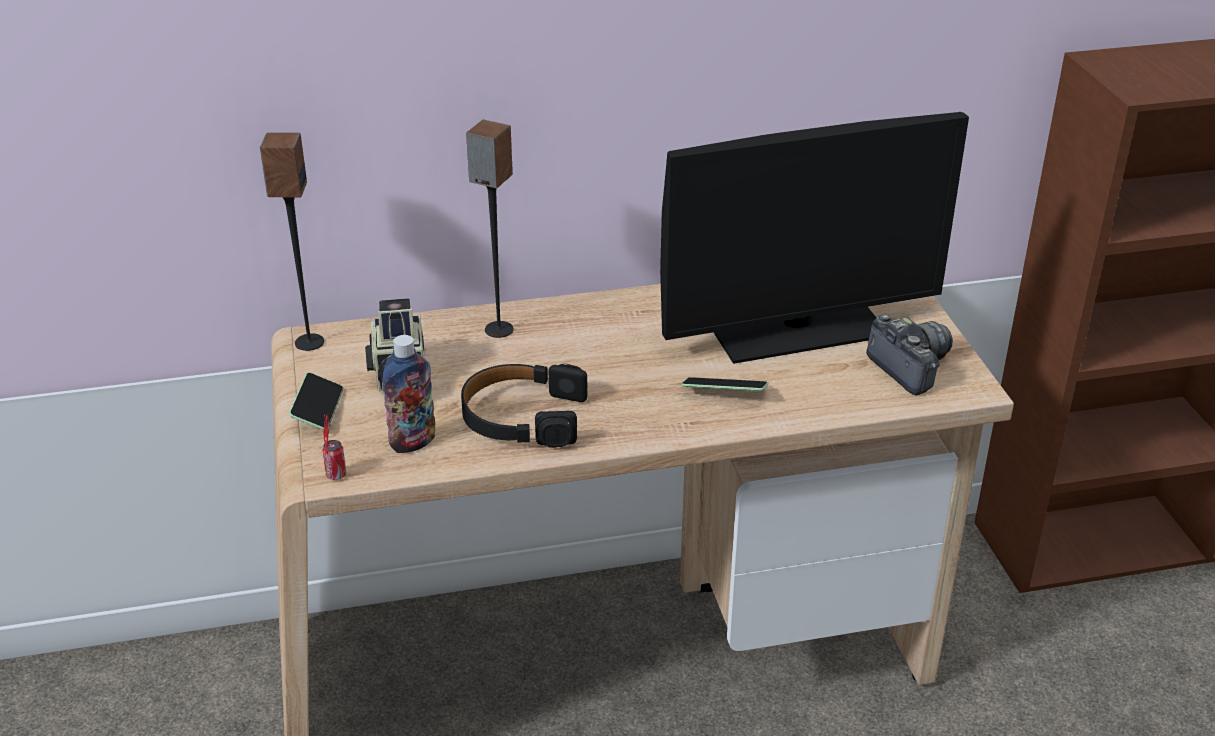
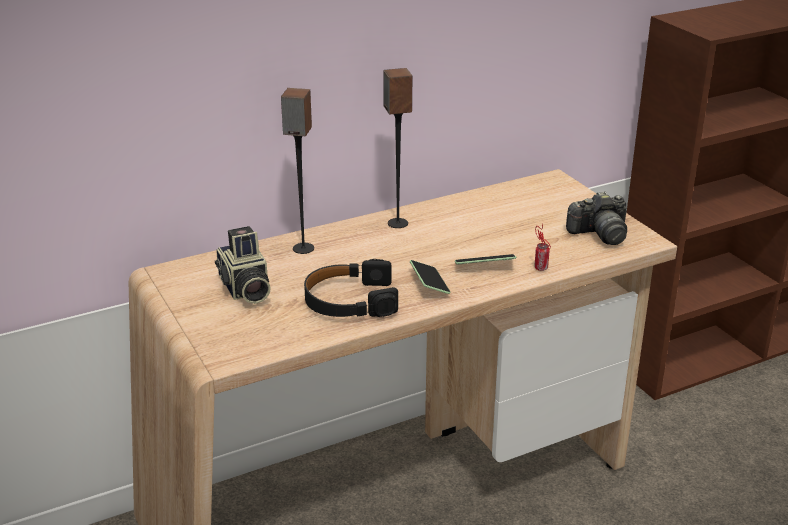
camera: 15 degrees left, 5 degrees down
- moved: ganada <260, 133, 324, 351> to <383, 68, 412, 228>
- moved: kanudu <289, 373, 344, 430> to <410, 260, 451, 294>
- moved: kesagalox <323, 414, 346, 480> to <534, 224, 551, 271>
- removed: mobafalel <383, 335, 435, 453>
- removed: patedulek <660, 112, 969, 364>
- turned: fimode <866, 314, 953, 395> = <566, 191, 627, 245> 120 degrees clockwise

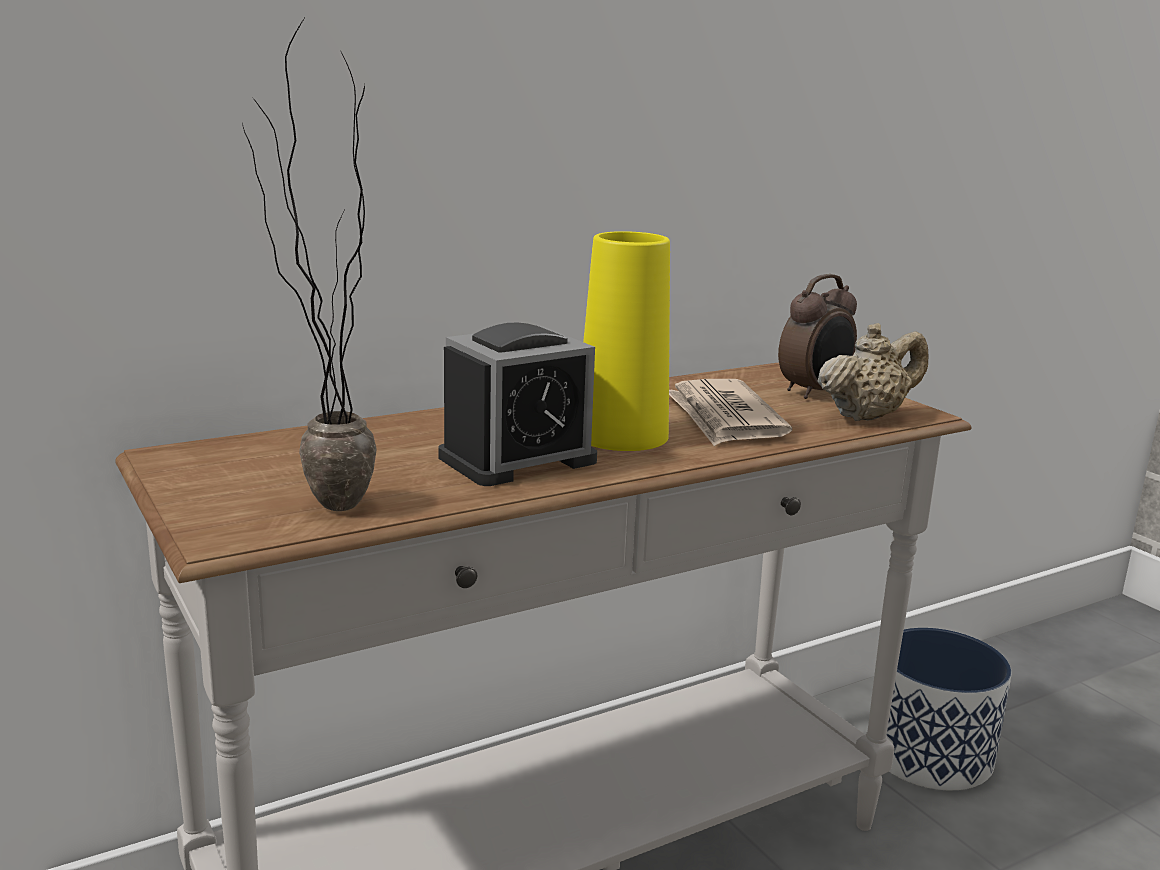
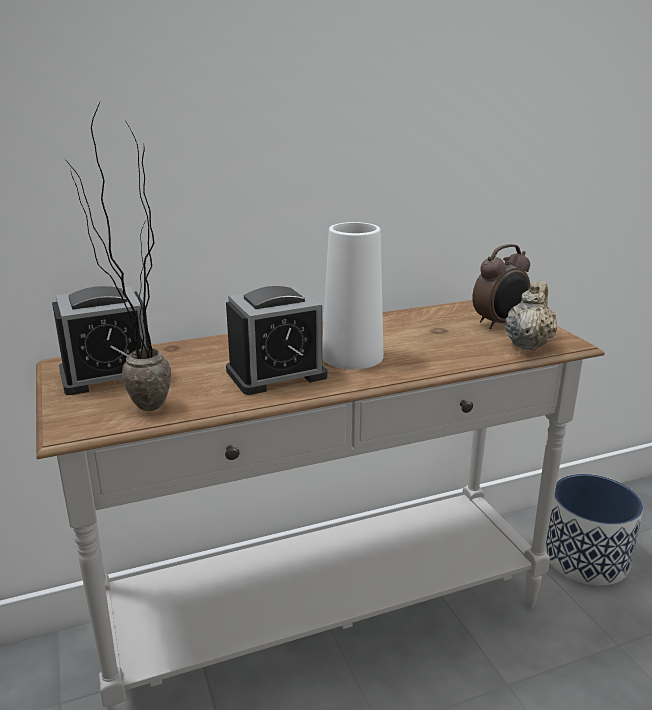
camera: 10 degrees right, 5 degrees up
- recoloured: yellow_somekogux <583, 231, 670, 451> to white_somekogux <322, 222, 383, 369>
- removed: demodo <669, 379, 792, 446>
- turned: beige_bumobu <817, 323, 928, 421> = <505, 281, 557, 351> 45 degrees counterclockwise
- added: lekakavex <52, 286, 150, 395>

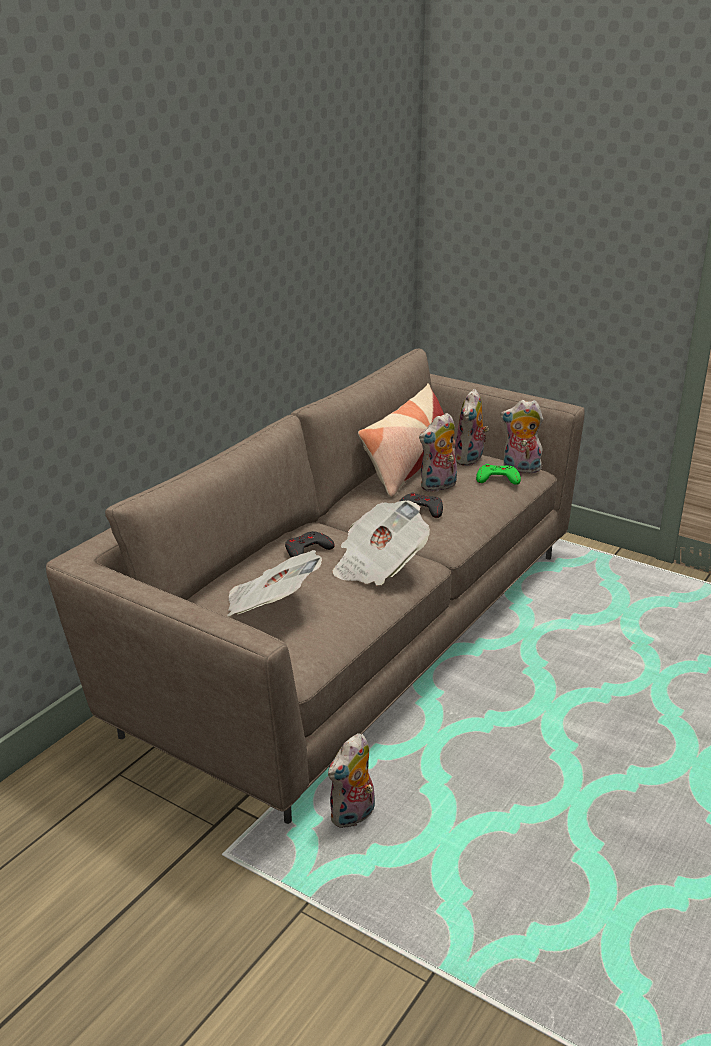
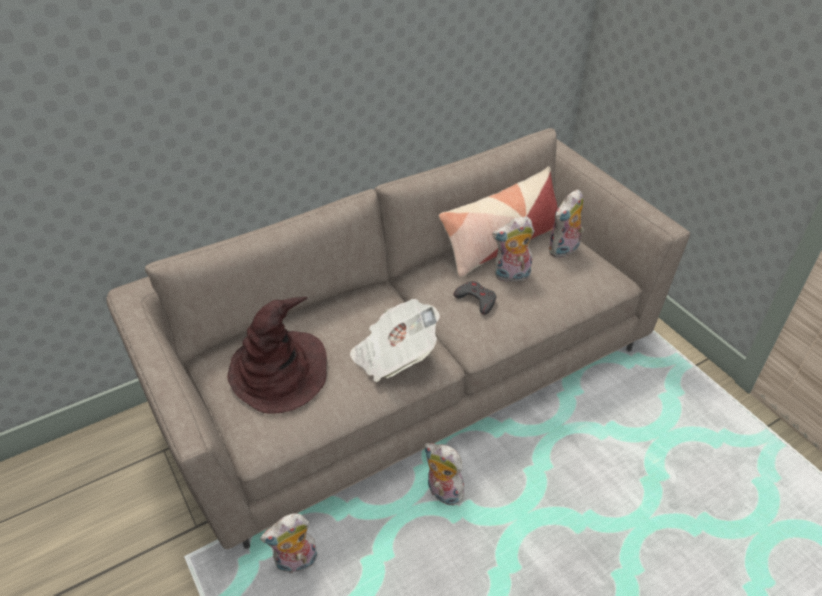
camera: 25 degrees right, 15 degrees up
- replaced: demodo <227, 550, 322, 617> to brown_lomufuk <227, 297, 327, 414>
- removed: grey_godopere <285, 531, 335, 557>
- removed: green_godopere <476, 464, 521, 485>
- moved: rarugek <500, 400, 543, 473> to <424, 443, 464, 505>

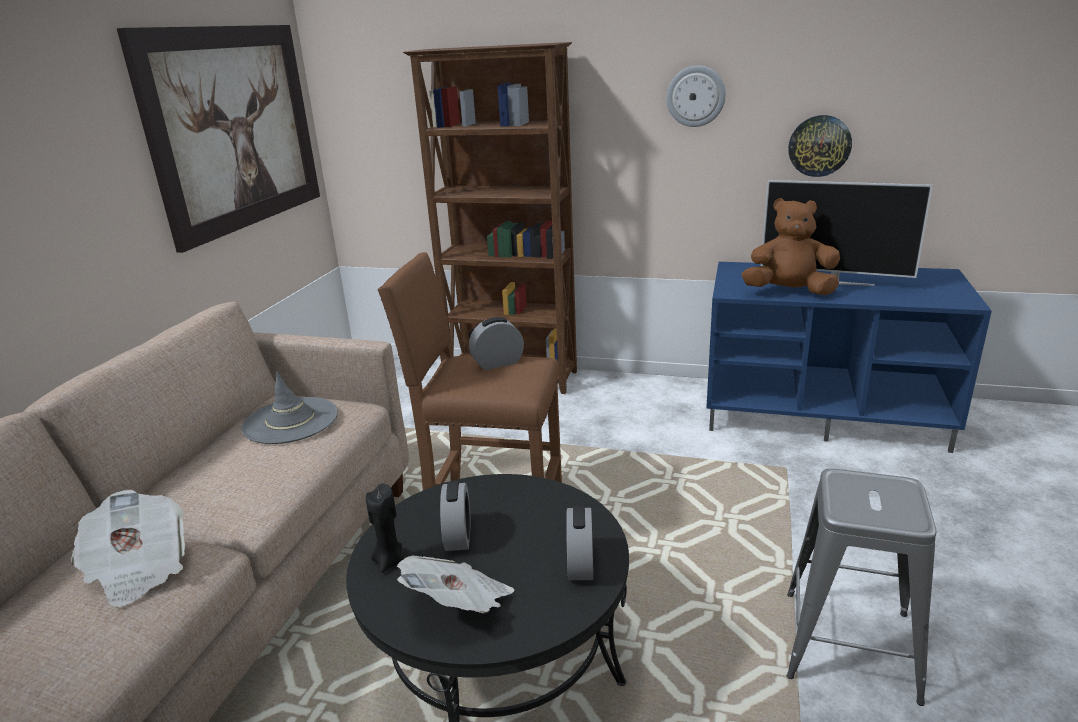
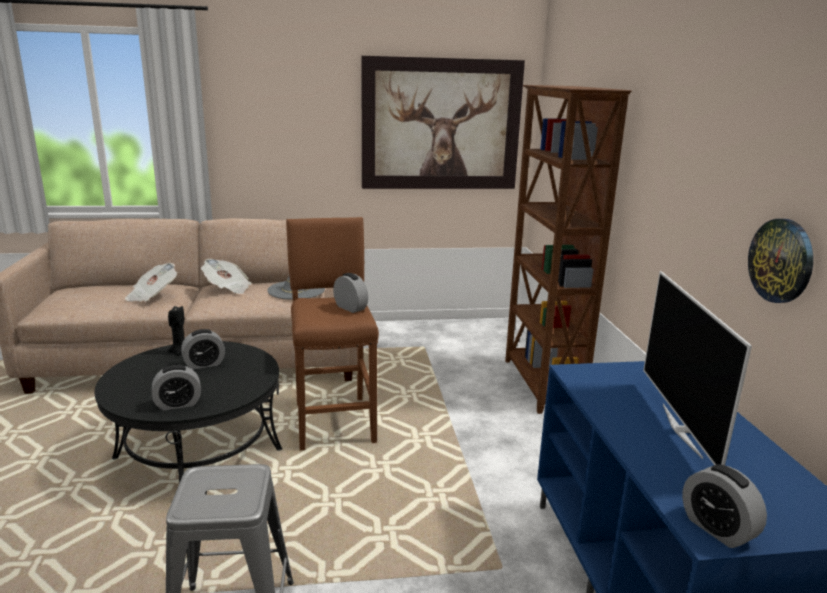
camera: 65 degrees right, 5 degrees down
- moved: demodo <397, 556, 515, 613> to <201, 259, 252, 294>
- removed: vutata <666, 66, 726, 127>
- removed: brown_rarugek <742, 198, 840, 295>
- added: lekakavex <682, 464, 767, 548>

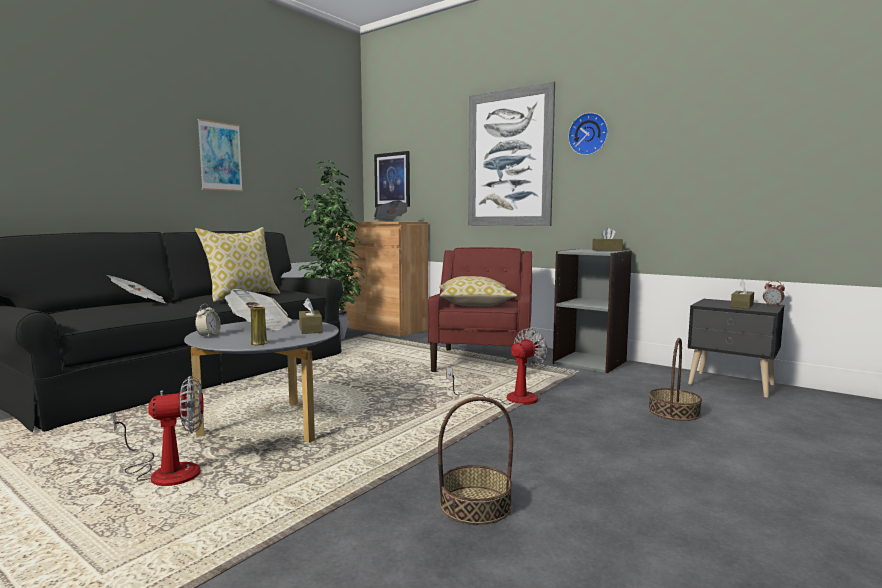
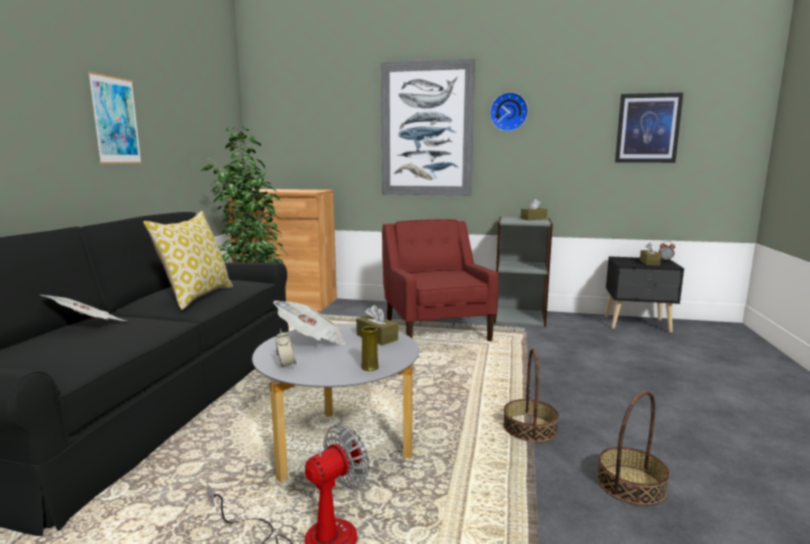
camera: 25 degrees left, 5 degrees up
- moved: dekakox <374, 151, 410, 207> to <615, 93, 683, 163>
- removed: demodo <374, 200, 408, 221>
- removed: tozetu <439, 276, 517, 306>
- removed: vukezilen <446, 328, 548, 405>
- moved: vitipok <648, 338, 702, 421> to <503, 348, 559, 443>

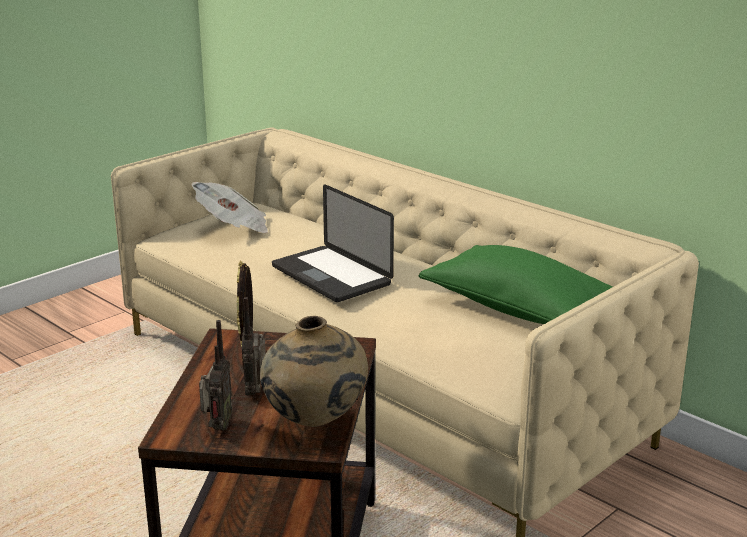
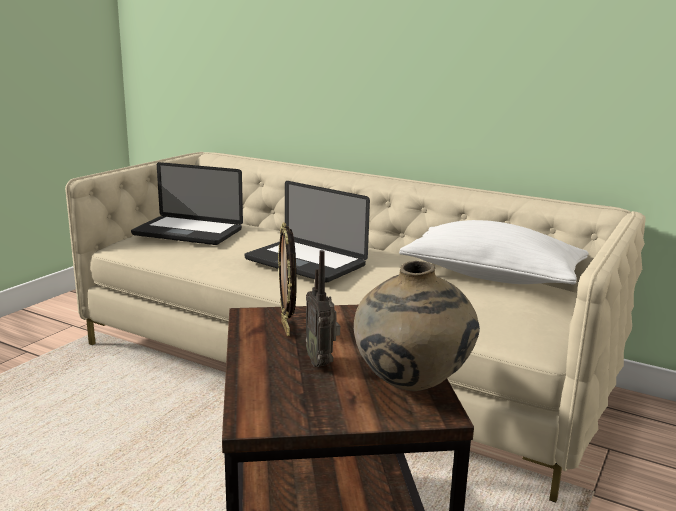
camera: 15 degrees left, 5 degrees down
- replaced: demodo <191, 182, 268, 233> to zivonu <131, 162, 243, 245>
- removed: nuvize <199, 320, 232, 431>
- recoloured: green_tozetu <419, 245, 613, 324> to white_tozetu <399, 220, 589, 285>

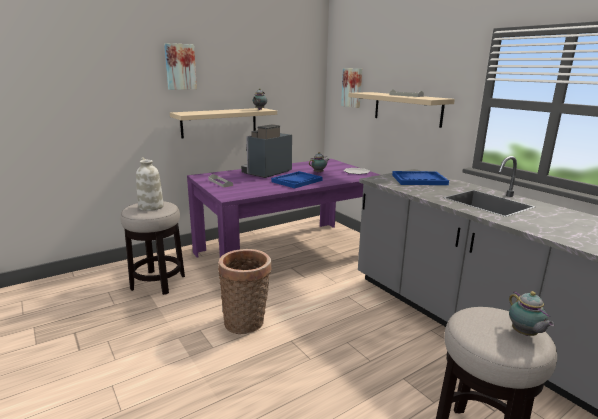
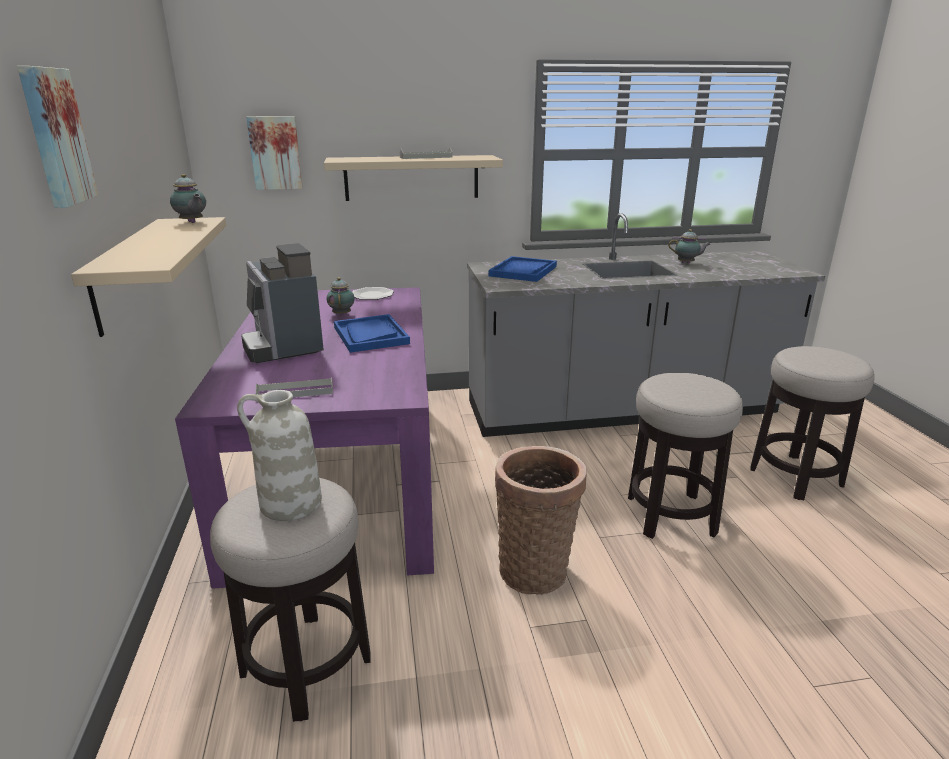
camera: 65 degrees left, 5 degrees up
- moved: bumobu <509, 291, 555, 336> to <668, 229, 710, 264>
- added: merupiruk <628, 373, 743, 539>

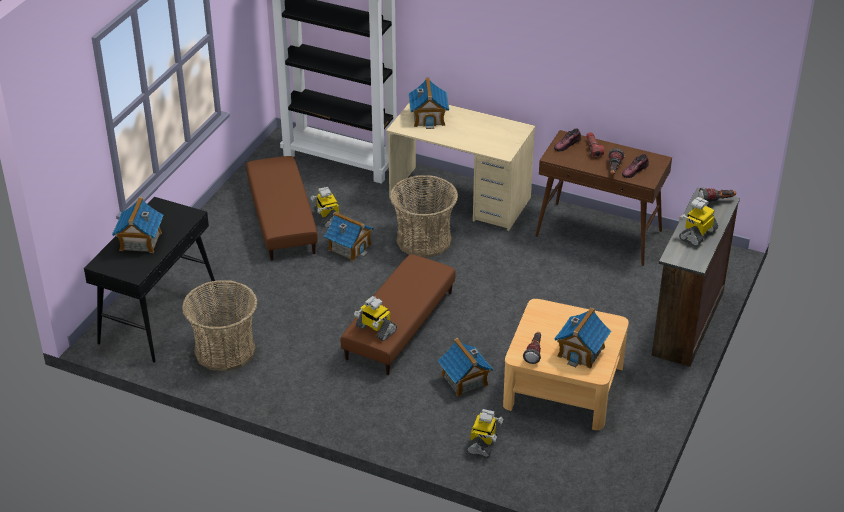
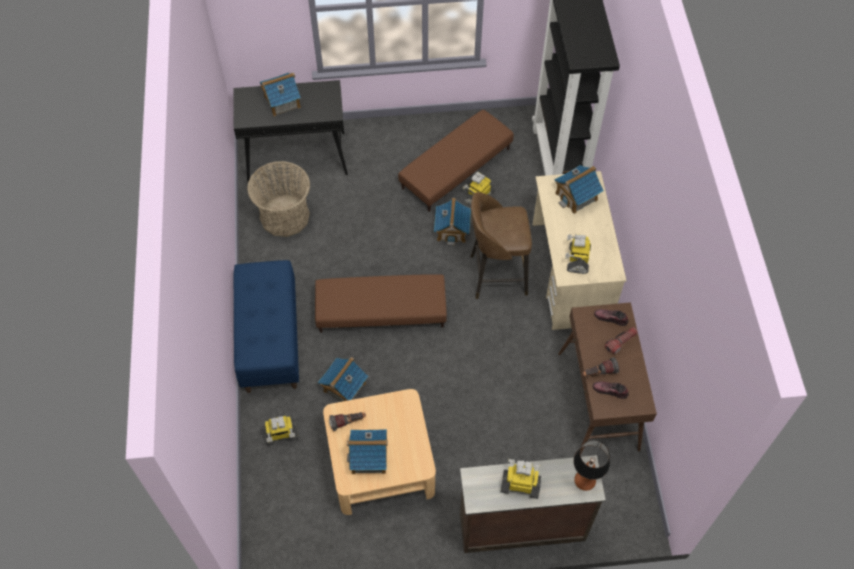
camera: 60 degrees right, 20 degrees up
- moved: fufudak <354, 296, 397, 341> to <565, 234, 591, 274>
- replaced: vitipok <390, 175, 458, 258> to brown_merupiruk <470, 192, 532, 299>
- replaced: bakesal <699, 188, 736, 202> to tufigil <573, 440, 610, 491>
- added: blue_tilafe <234, 260, 299, 393>

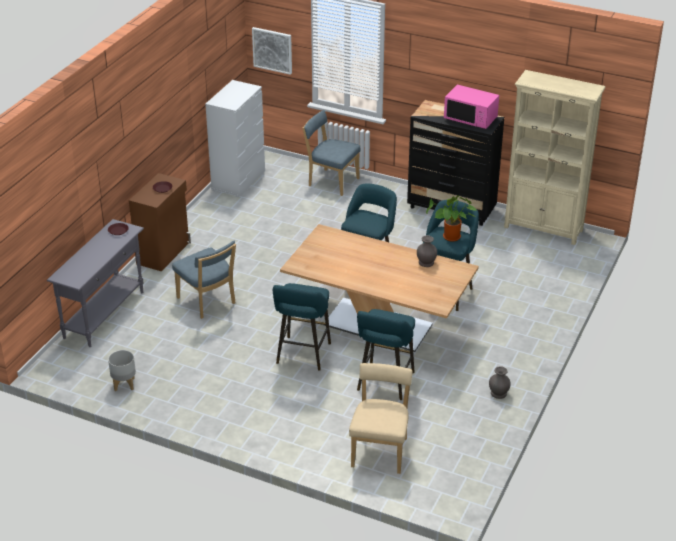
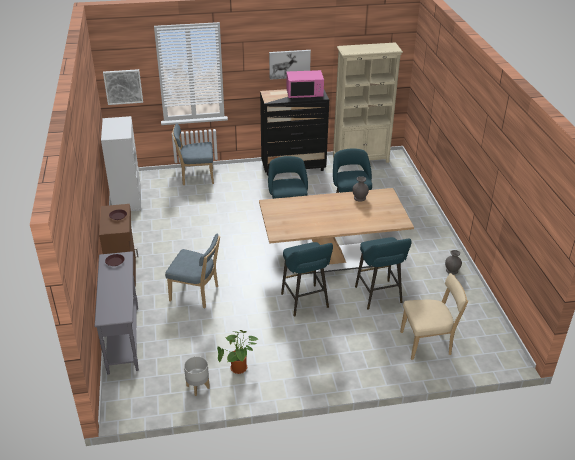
camera: 35 degrees left, 0 degrees up
- turned: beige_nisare <349, 363, 413, 474> = <400, 273, 468, 360> 105 degrees clockwise
- moved: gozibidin <426, 195, 477, 242> to <217, 330, 258, 374>
- added: dekakox <269, 50, 311, 80>

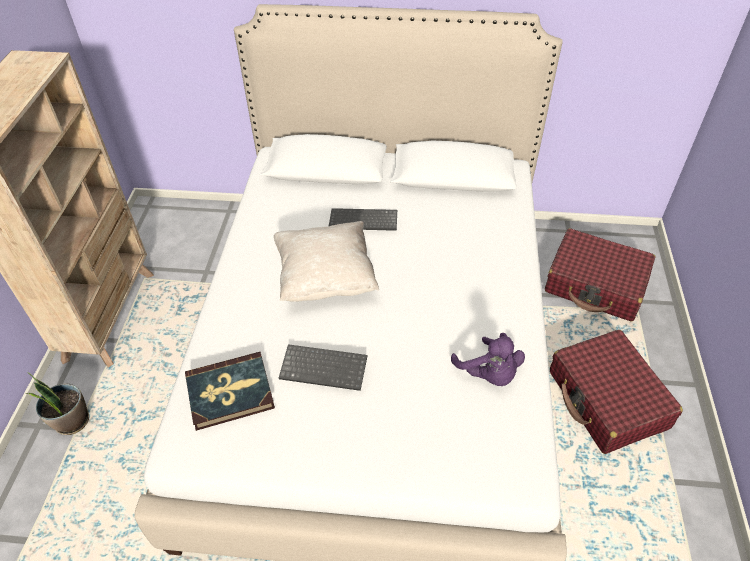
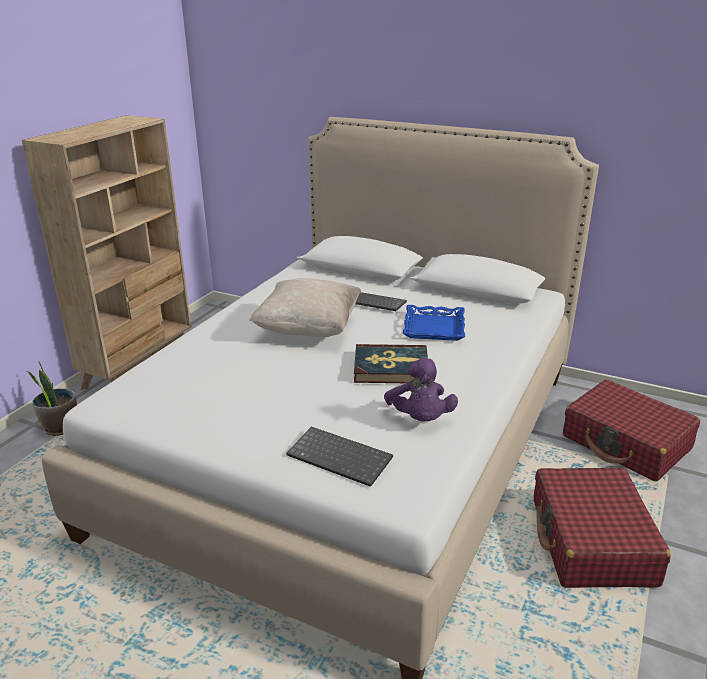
camera: 20 degrees right, 20 degrees down
- moved: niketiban <185, 352, 275, 431> to <354, 344, 428, 383>
- moved: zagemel <279, 344, 367, 391> to <286, 427, 393, 487>
- added: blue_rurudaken <403, 305, 465, 341>

